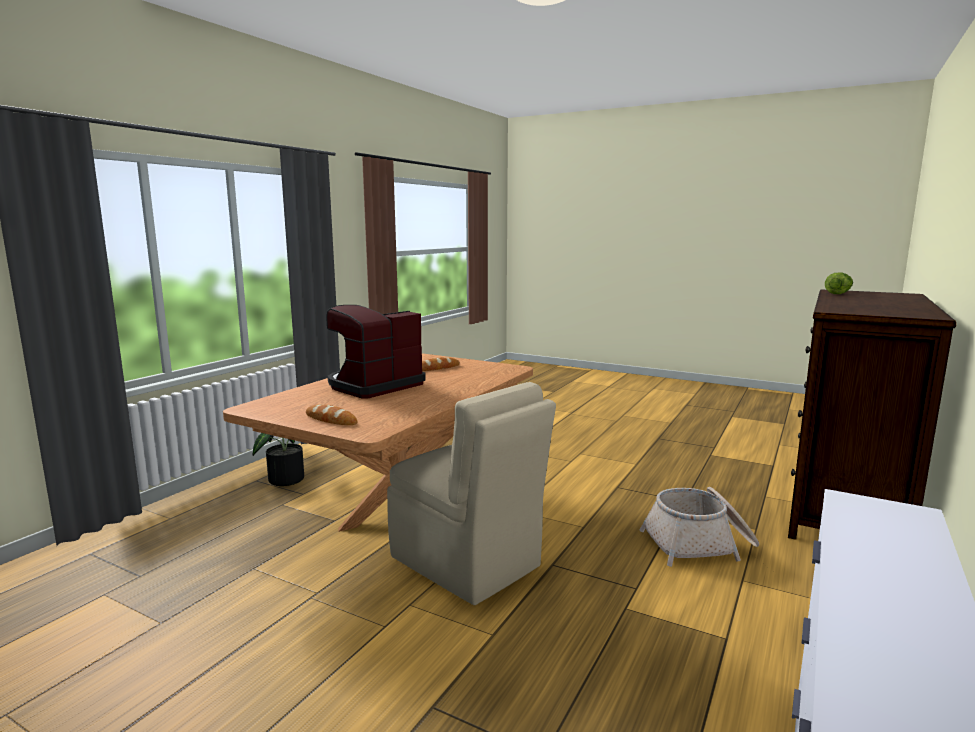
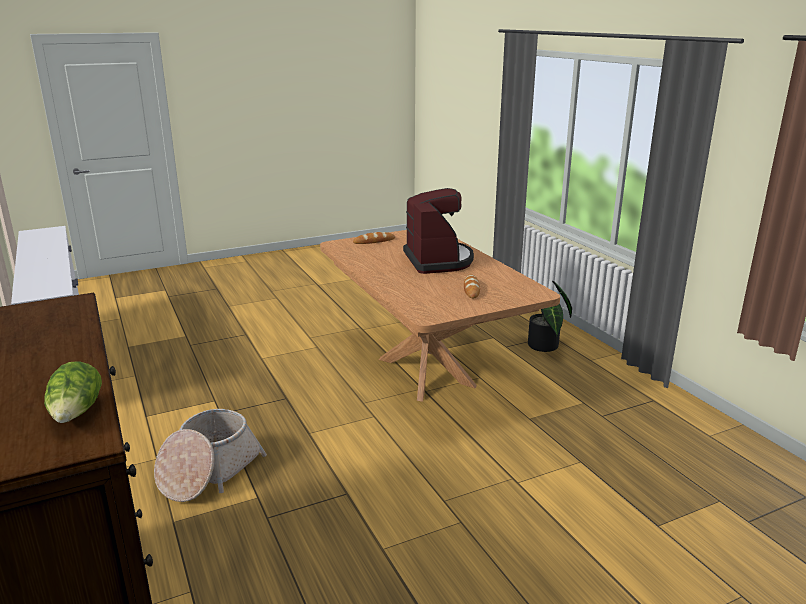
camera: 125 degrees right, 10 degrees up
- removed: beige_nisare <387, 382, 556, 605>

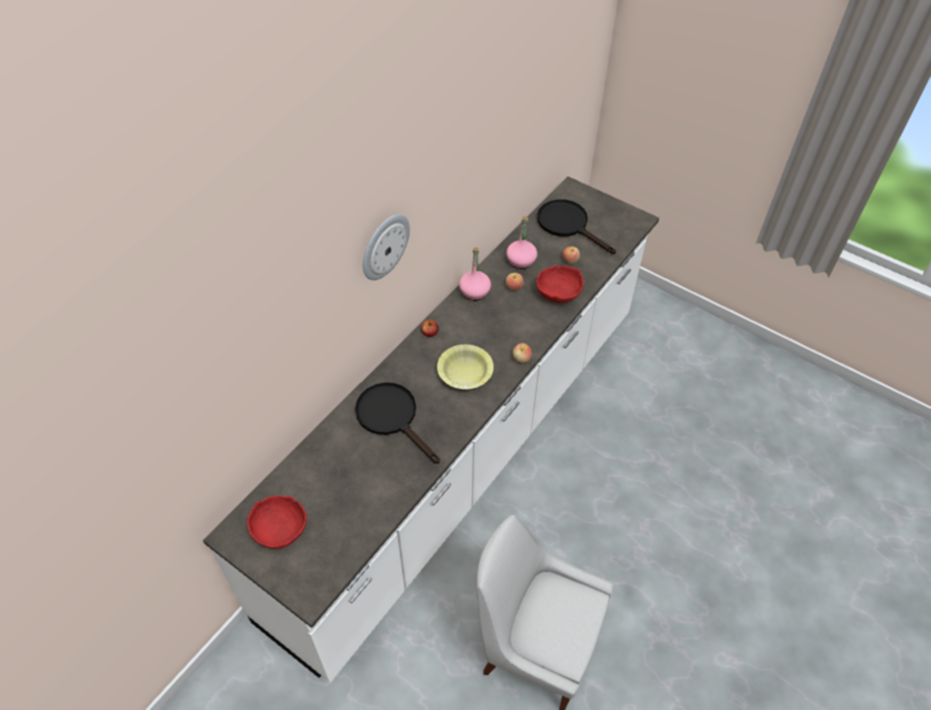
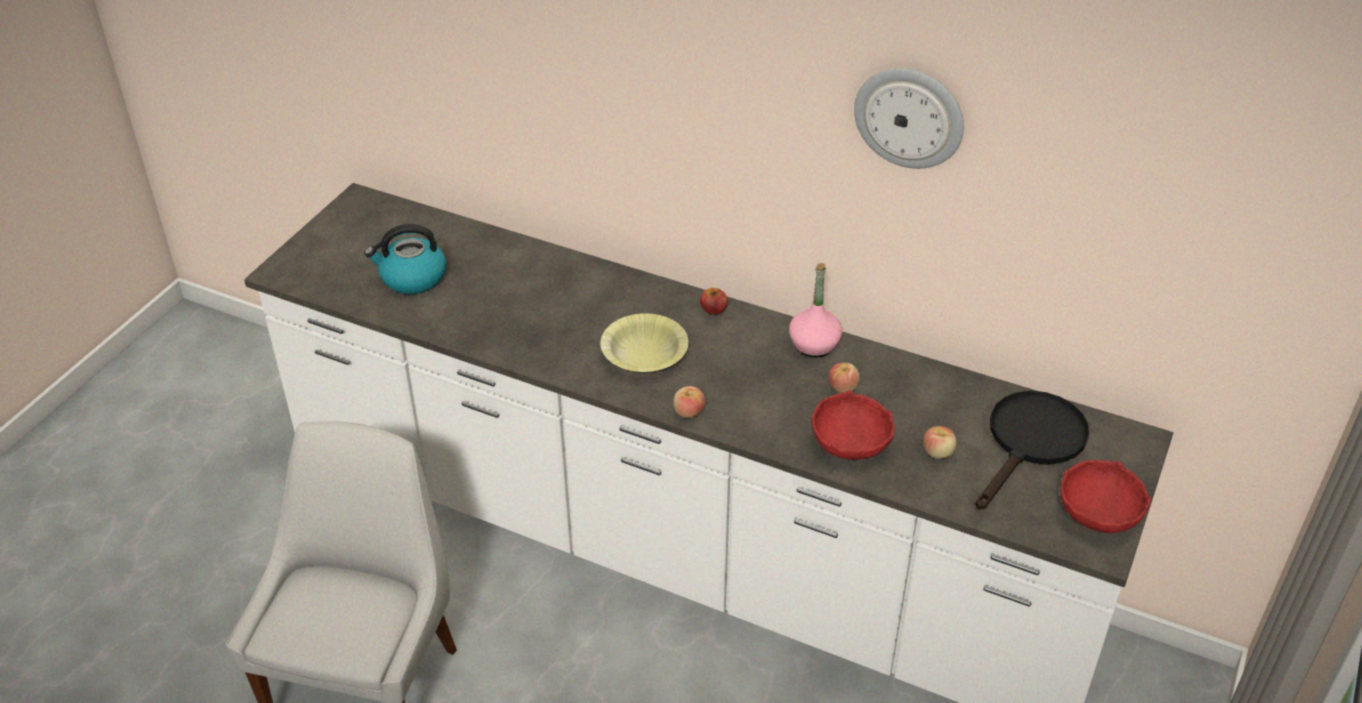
camera: 80 degrees right, 10 degrees down
- moved: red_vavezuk <247, 495, 307, 549> to <1060, 460, 1151, 533>
- removed: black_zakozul <355, 382, 440, 464>
- moved: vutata <363, 214, 410, 280> to <854, 68, 964, 169>
- removed: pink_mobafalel <507, 216, 537, 269>
- added: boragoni <364, 224, 446, 294>

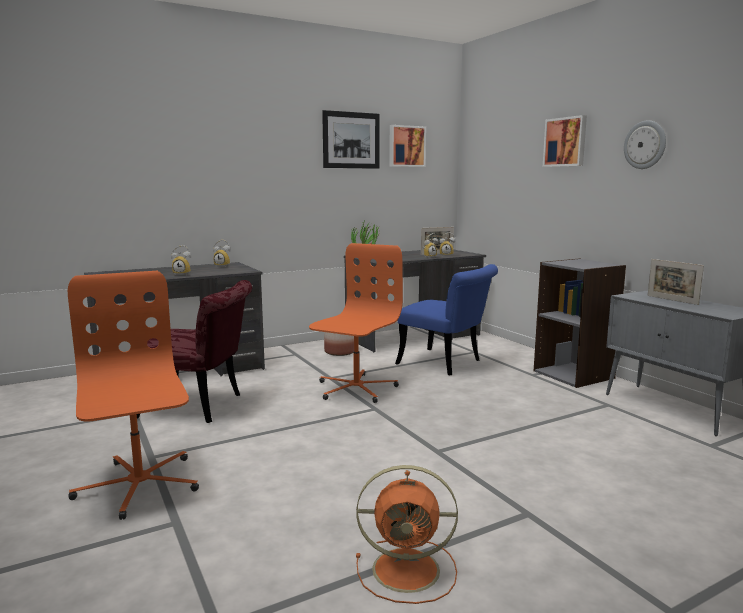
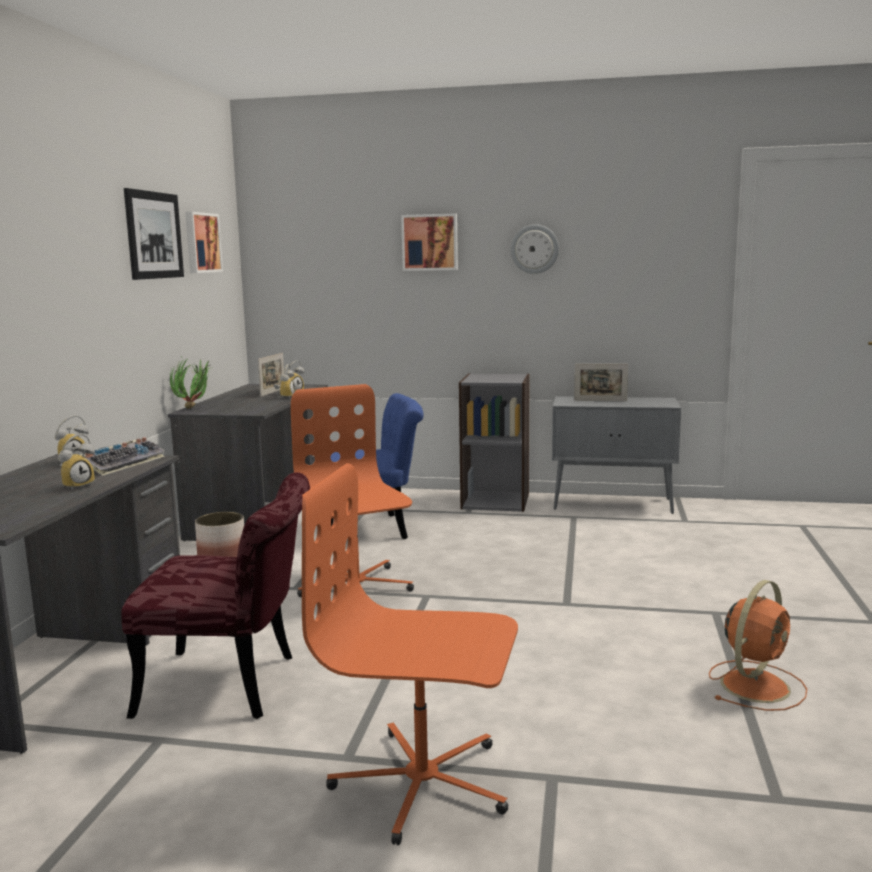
camera: 50 degrees left, 0 degrees up
- turned: red_nisare <137, 280, 252, 423> = <121, 472, 310, 719> 45 degrees clockwise
- added: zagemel <80, 437, 165, 476>

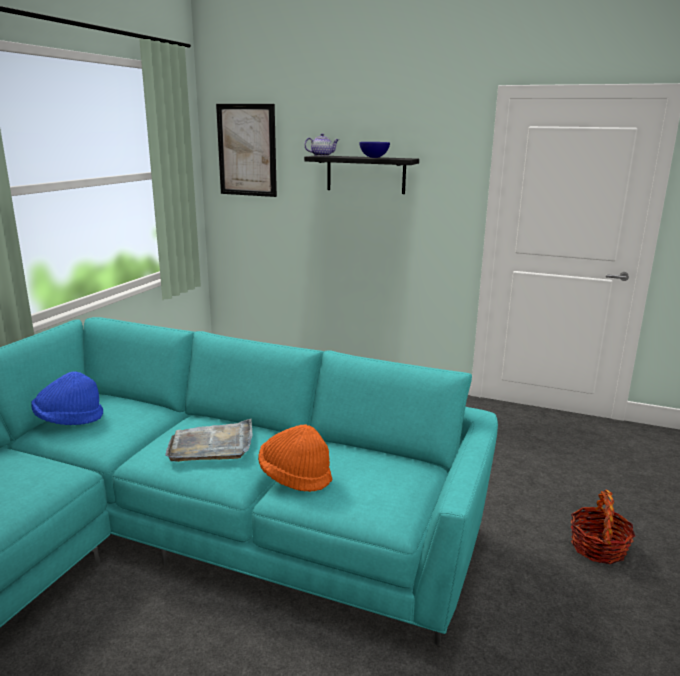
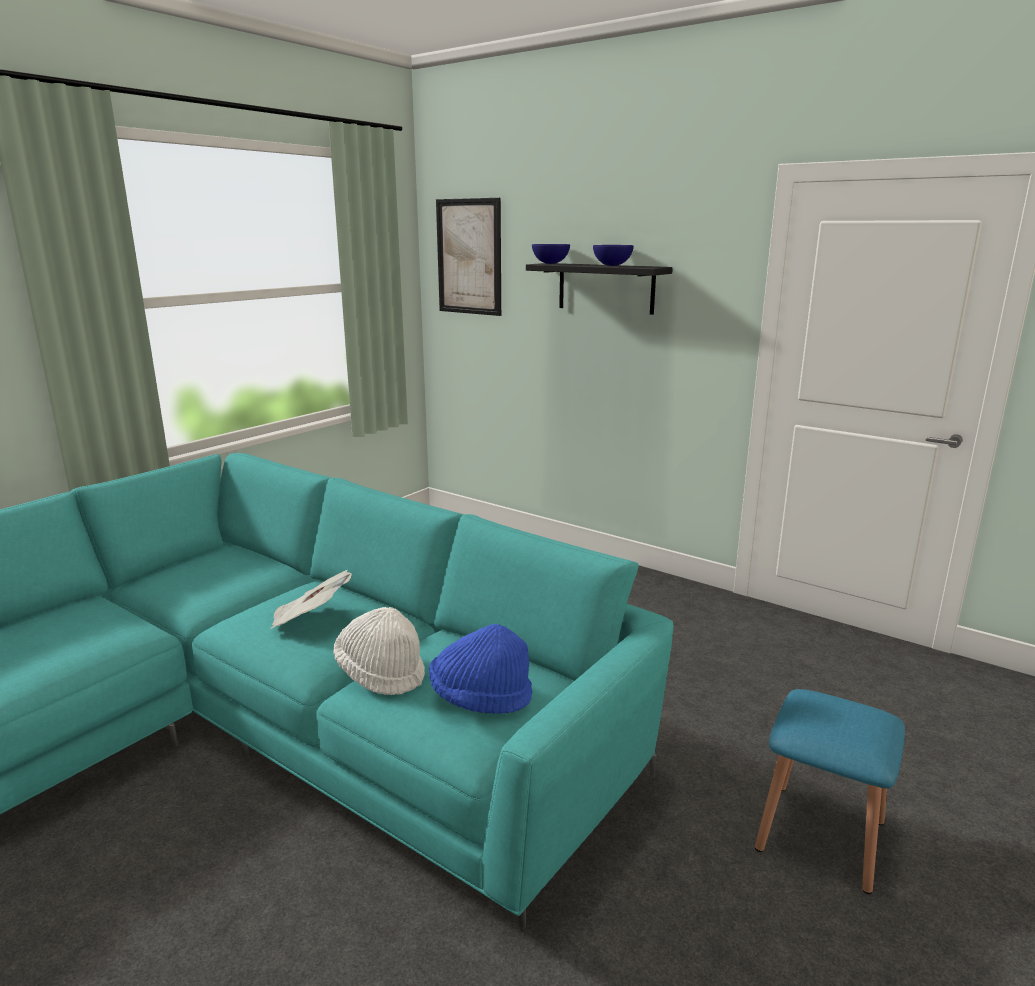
camera: 15 degrees right, 0 degrees up
- moved: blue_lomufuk <31, 372, 103, 425> to <429, 624, 533, 714>
- replaced: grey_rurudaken <165, 419, 252, 462> to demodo <270, 570, 352, 629>
- recoloured: orange_lomufuk <258, 425, 332, 492> to white_lomufuk <333, 607, 425, 695>
- replaced: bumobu <304, 133, 339, 156> to blue_vavezuk <532, 244, 570, 264>
- replaced: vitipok <571, 490, 635, 564> to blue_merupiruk <755, 689, 905, 894>

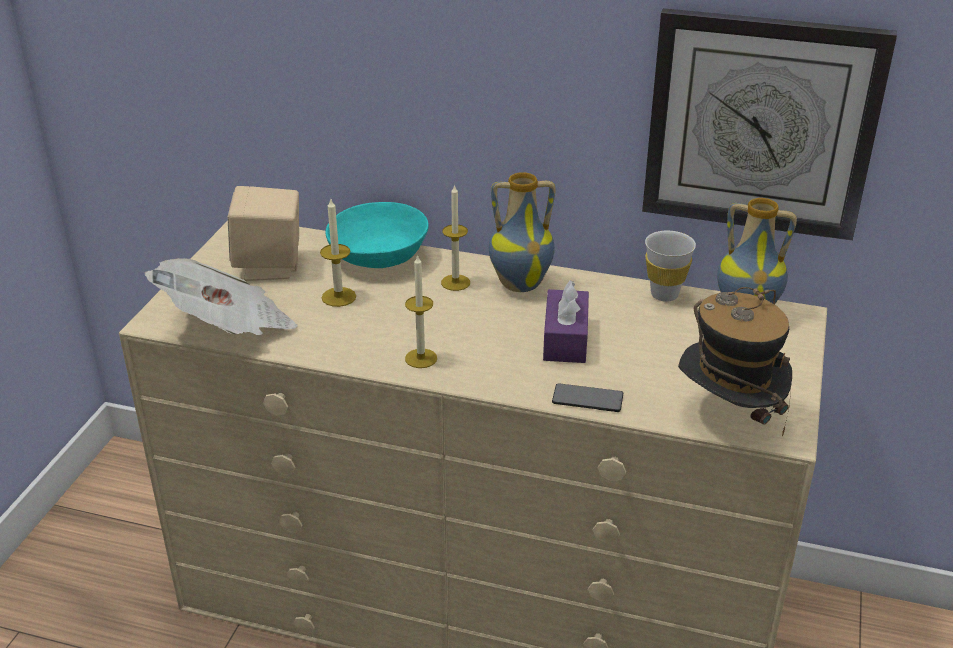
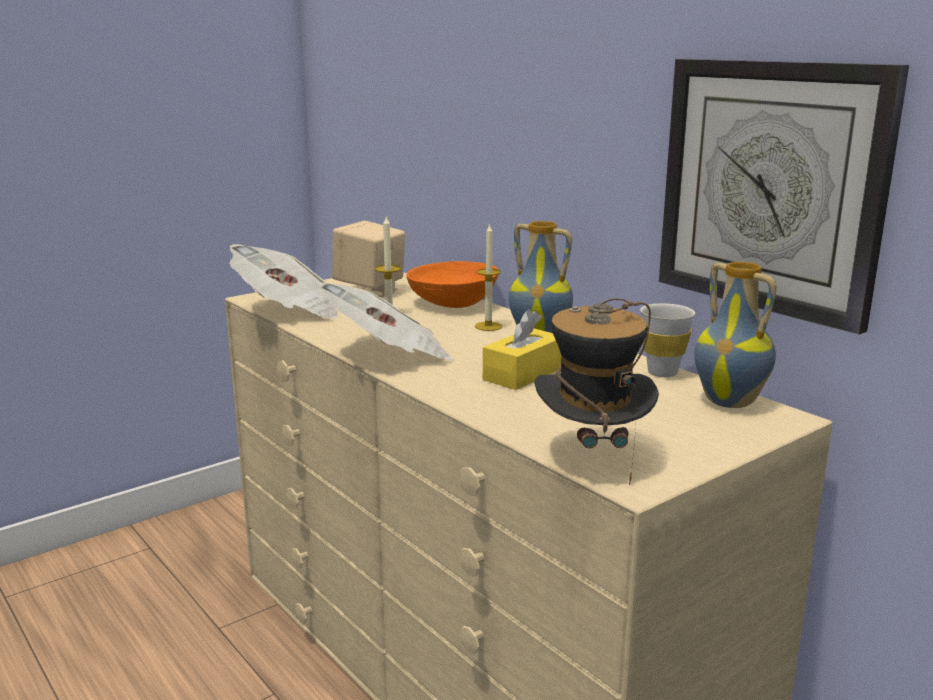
camera: 35 degrees right, 15 degrees down
- recoloured: turquoise_vavezuk <326, 202, 429, 268> to orange_vavezuk <406, 261, 499, 308>
- replaced: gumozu <405, 254, 437, 368> to demodo <318, 283, 454, 360>
- recoloured: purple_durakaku <543, 280, 589, 363> to yellow_durakaku <483, 309, 561, 390>
- removed: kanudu <552, 383, 623, 412>

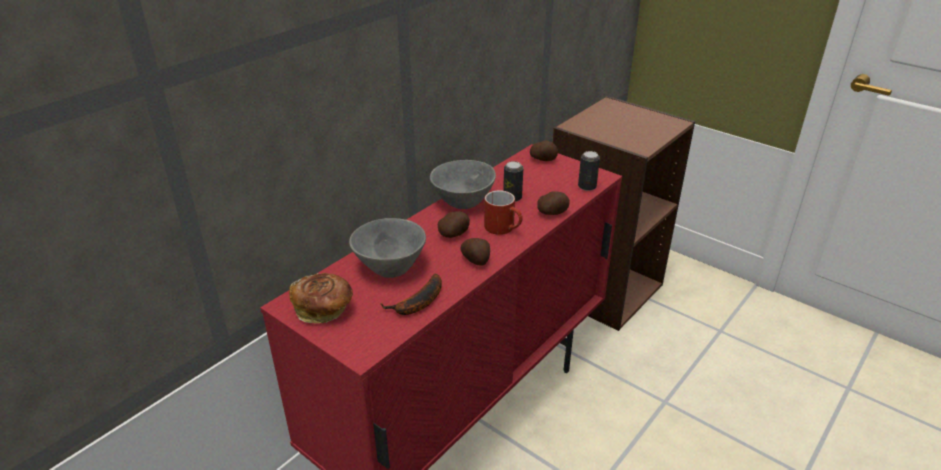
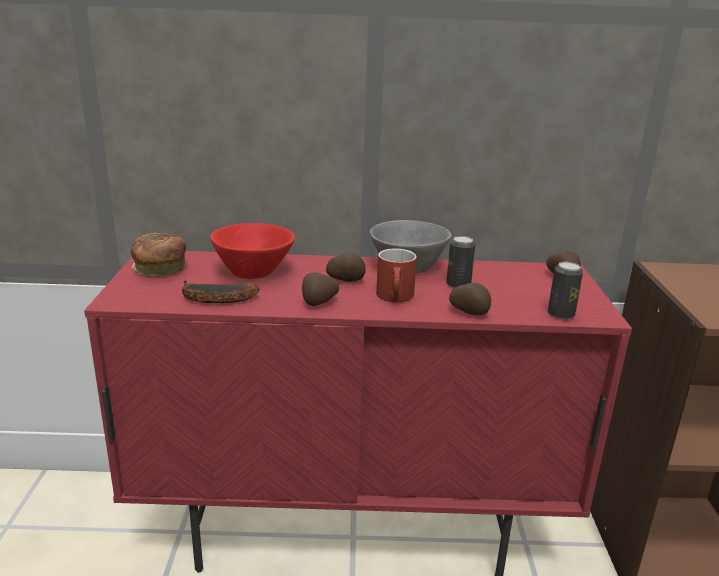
camera: 50 degrees right, 10 degrees down
- recoloured: grey_vavezuk <349, 218, 426, 278> to red_vavezuk <210, 223, 295, 279>

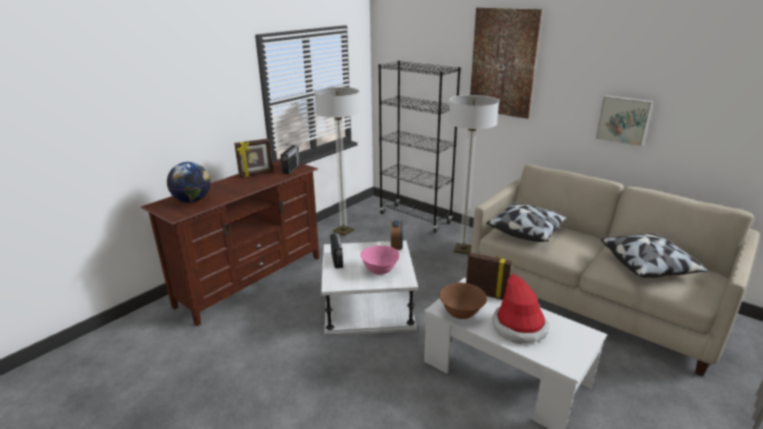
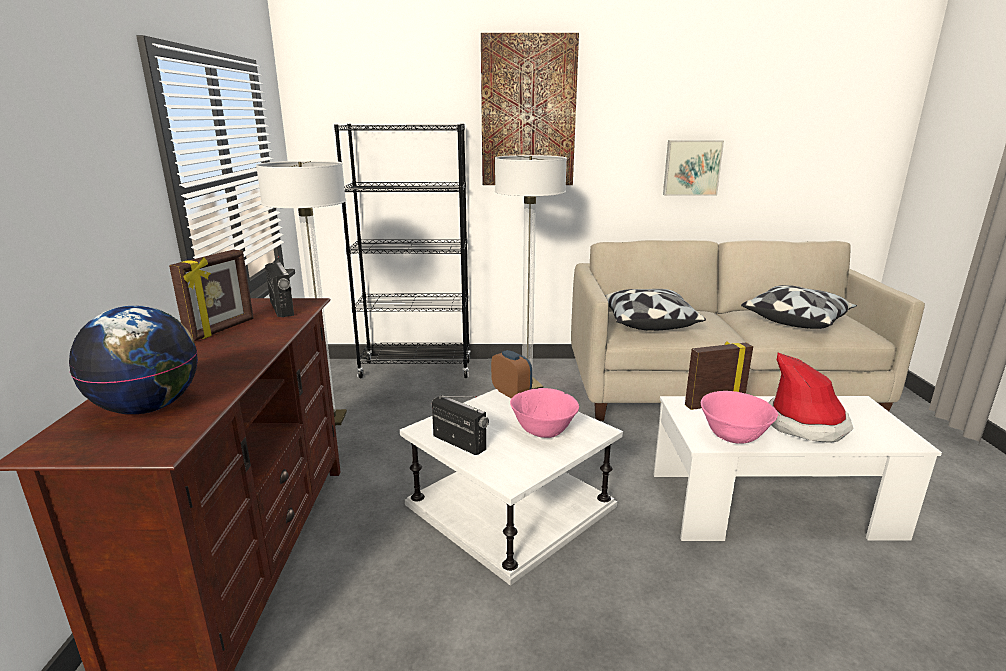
camera: 40 degrees left, 5 degrees down
- recoloured: brown_vavezuk <439, 283, 487, 319> to pink_vavezuk <701, 391, 778, 444>

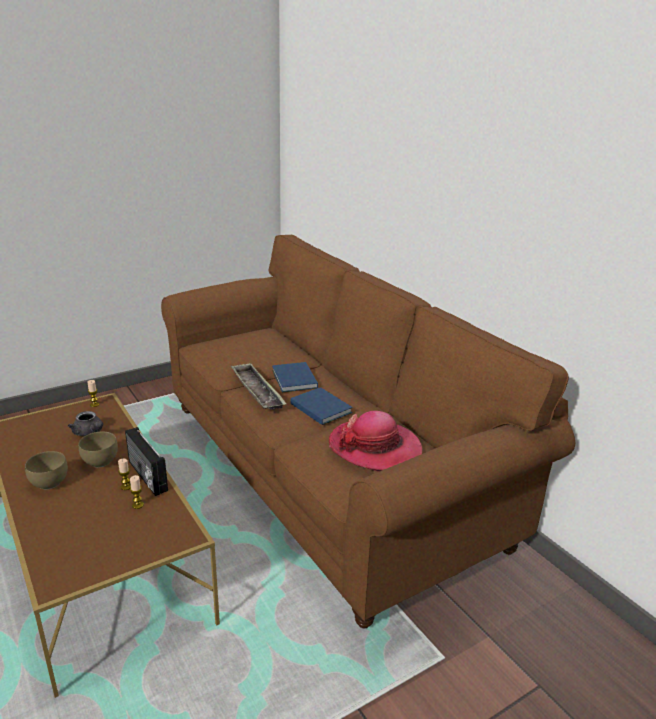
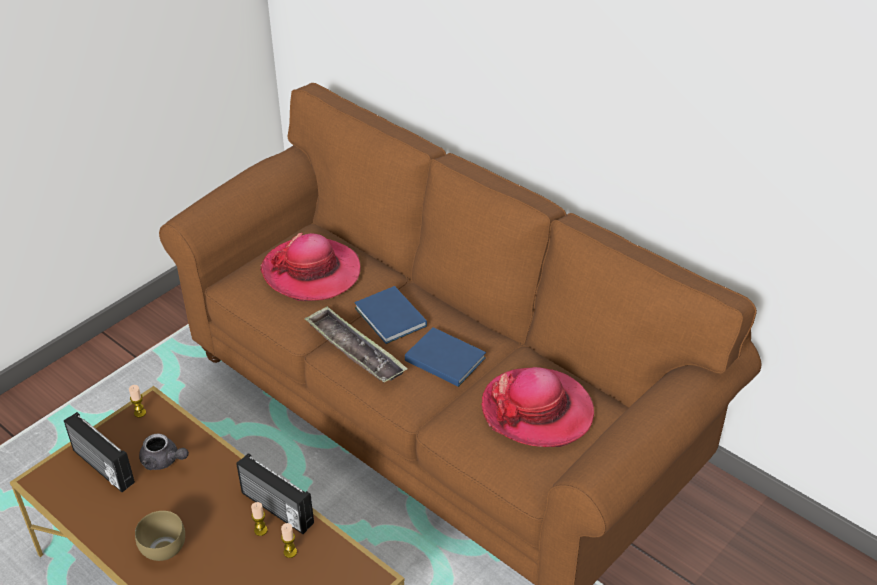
camera: 15 degrees left, 15 degrees up
- removed: brown_vavezuk <79, 432, 118, 467>
- added: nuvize <64, 412, 135, 492>
- added: lomufuk <260, 233, 360, 301>

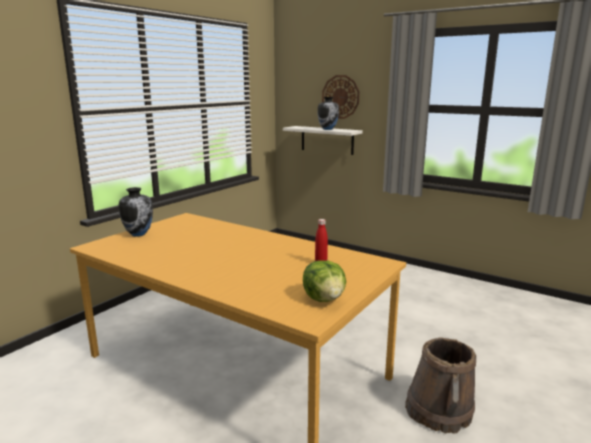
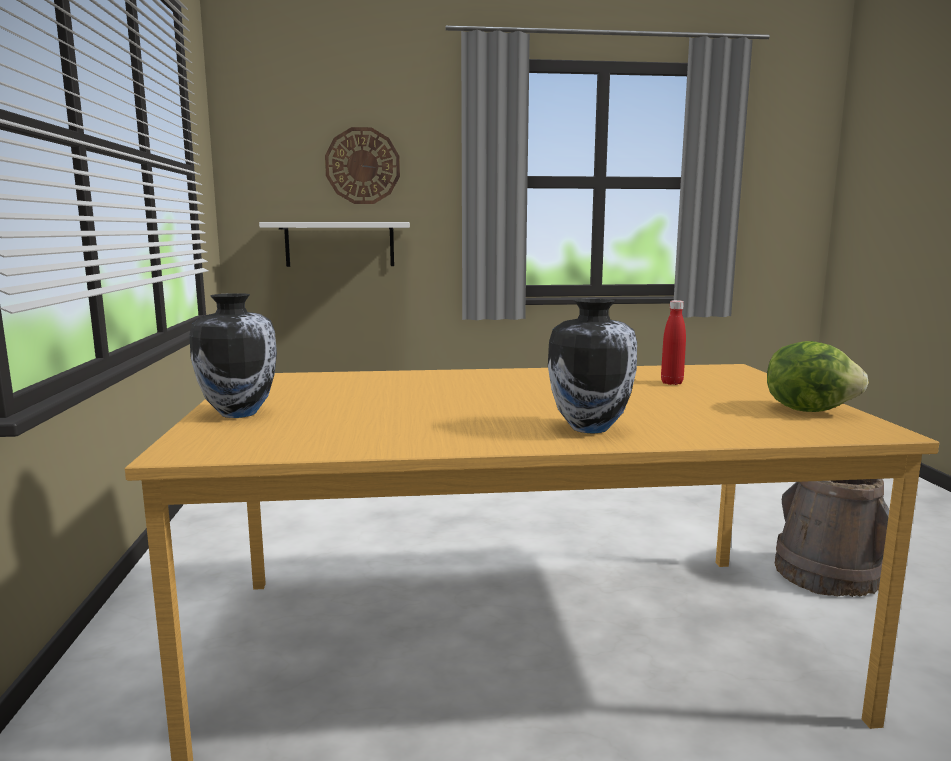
camera: 40 degrees left, 5 degrees down
- moved: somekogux <318, 97, 339, 130> to <548, 299, 637, 433>

